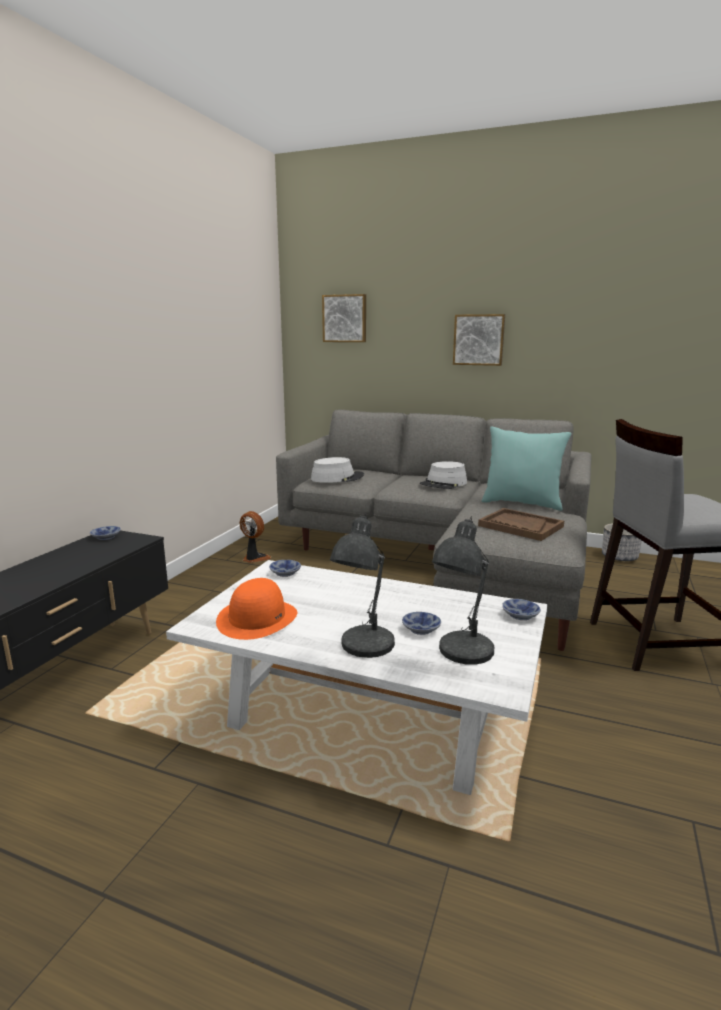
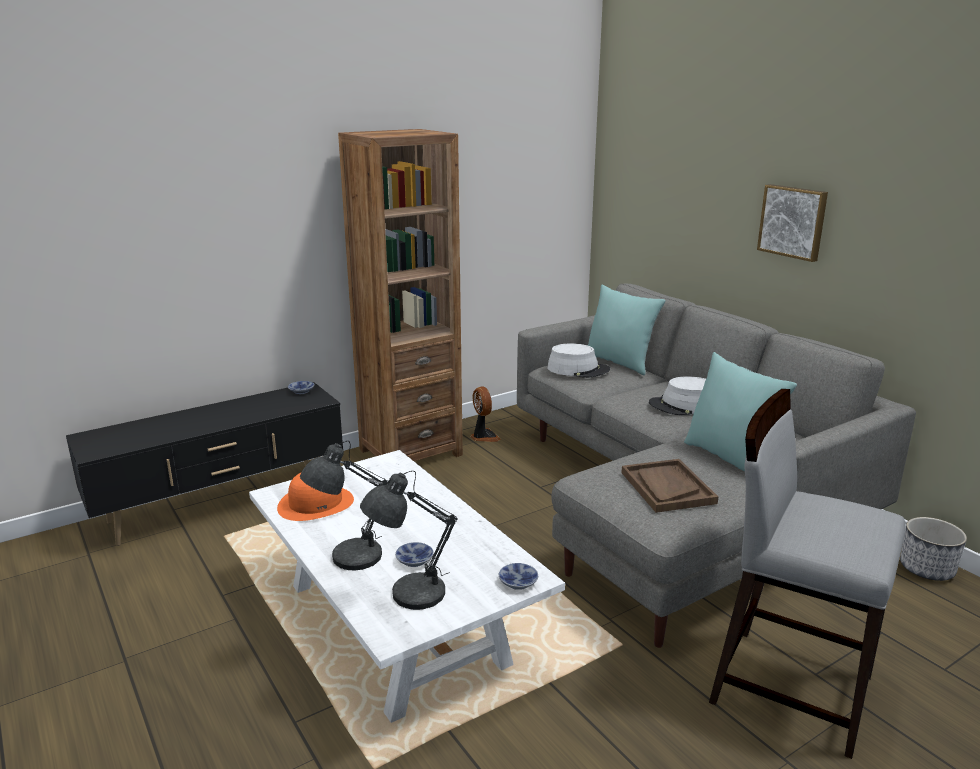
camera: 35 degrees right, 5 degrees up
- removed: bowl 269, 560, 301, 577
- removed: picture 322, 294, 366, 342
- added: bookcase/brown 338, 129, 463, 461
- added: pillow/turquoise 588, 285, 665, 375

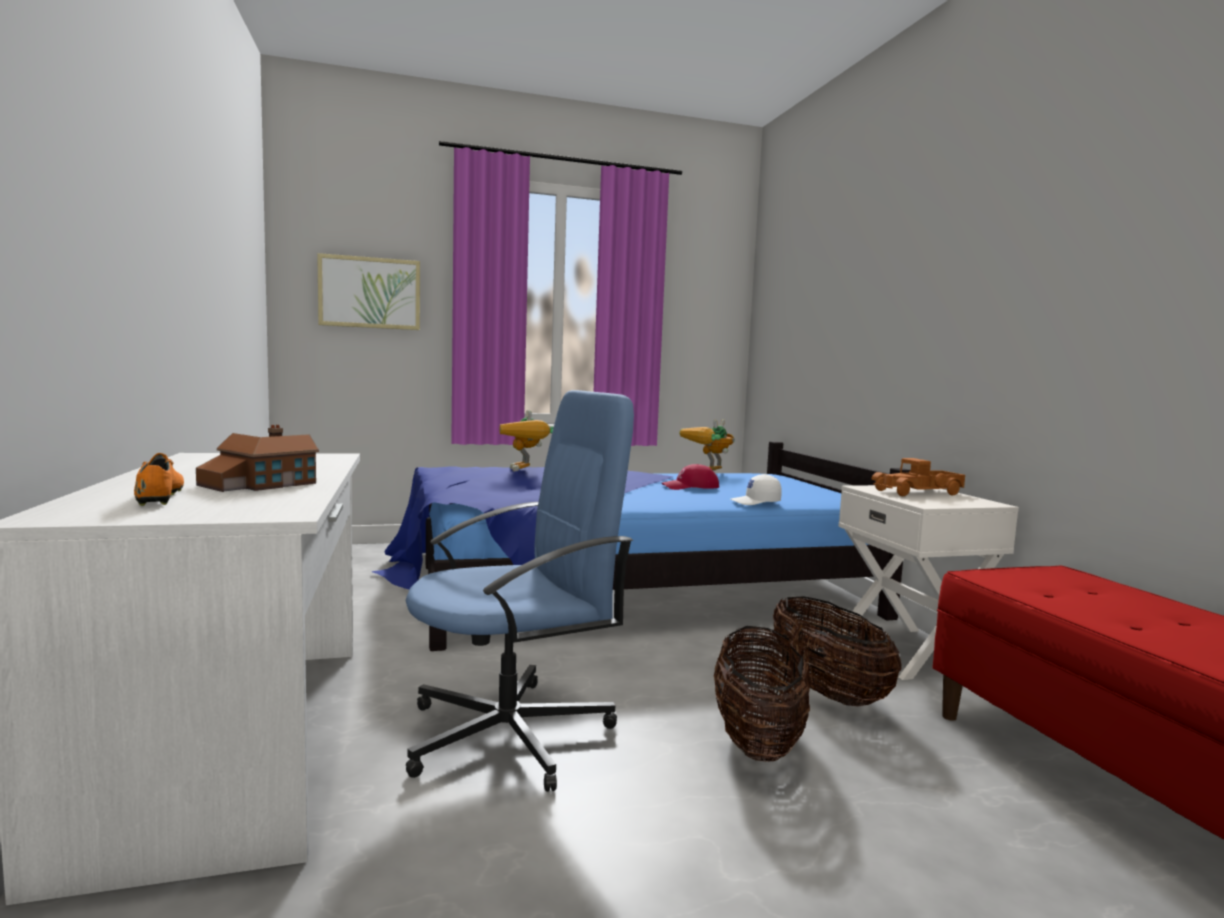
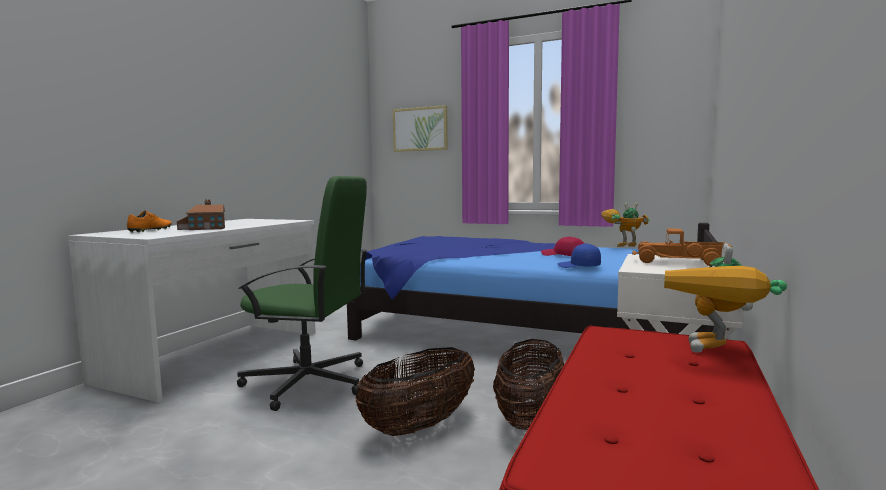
camera: 40 degrees right, 0 degrees up
- recoloured: office chair/blue 405, 390, 634, 792 to office chair/green 237, 176, 368, 411
- moved: toy robot 500, 410, 554, 472 to 664, 243, 787, 352
- recoloured: cap/white 731, 474, 782, 505 to cap/blue 557, 243, 601, 268

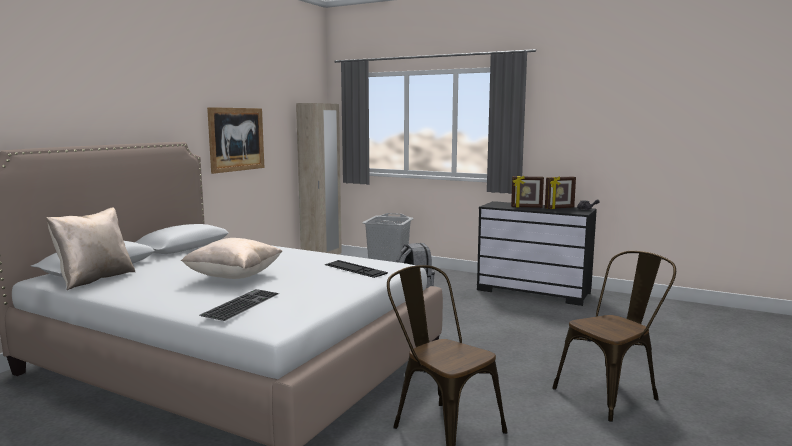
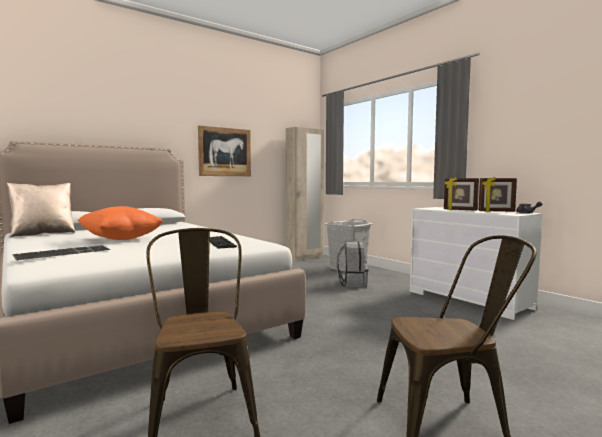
camera: 25 degrees right, 5 degrees down
- recoloured: pillow/beige 181, 238, 282, 279 to pillow/orange 77, 206, 163, 240
- recoloured: dresser/black 477, 201, 597, 306 to dresser/white 410, 207, 543, 320

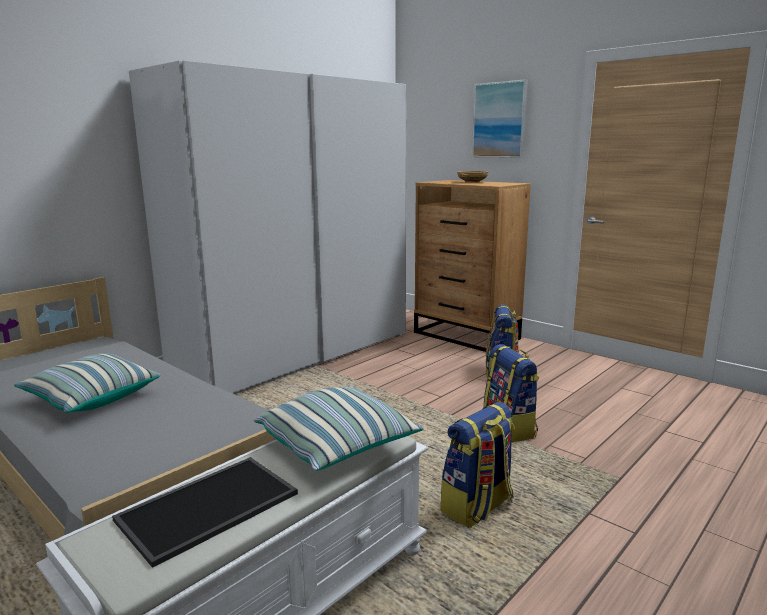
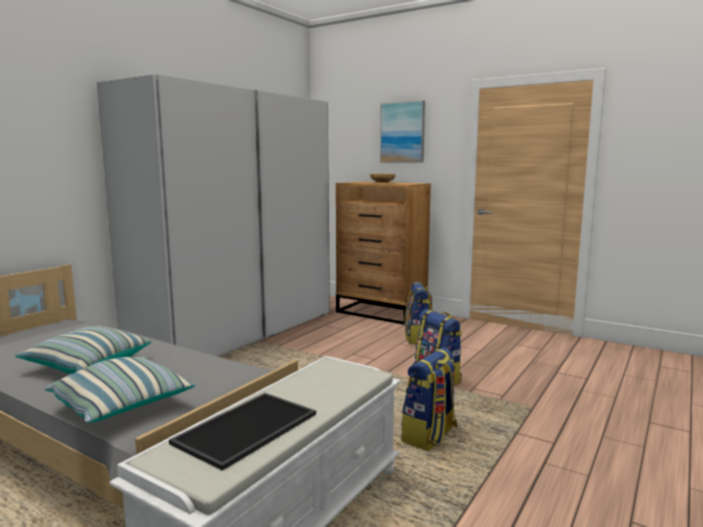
camera: 10 degrees left, 5 degrees down
- moved: pillow 254, 386, 424, 471 to 45, 357, 195, 423

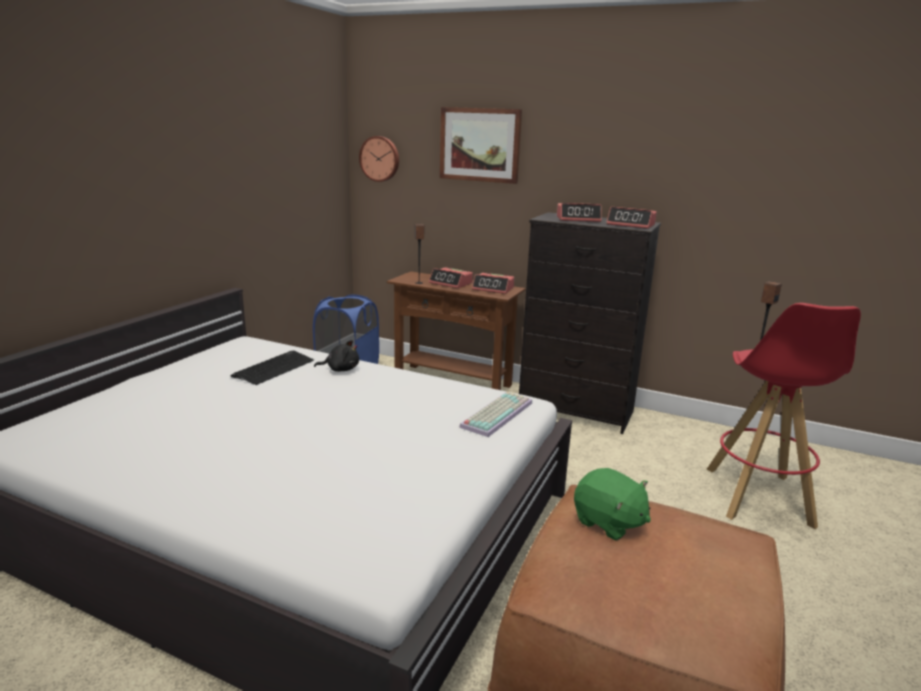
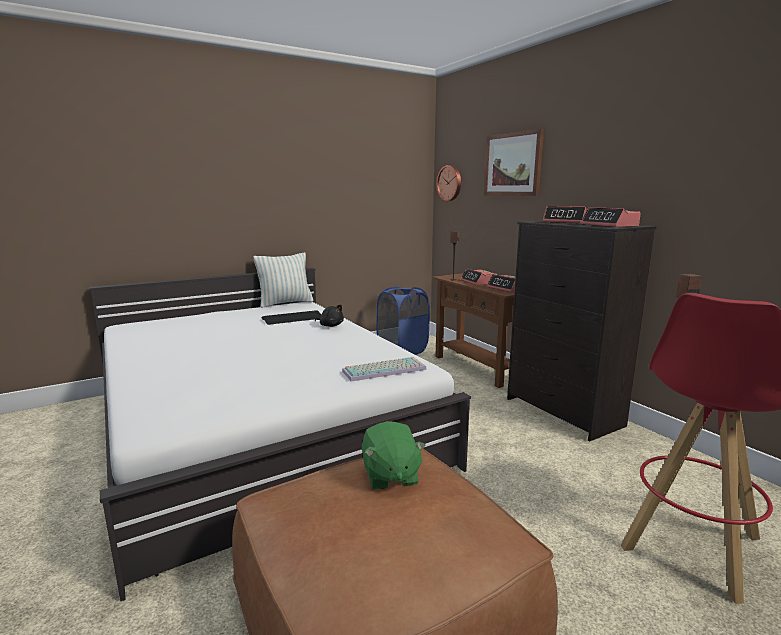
camera: 35 degrees right, 5 degrees down
- added: pillow 253, 253, 313, 308

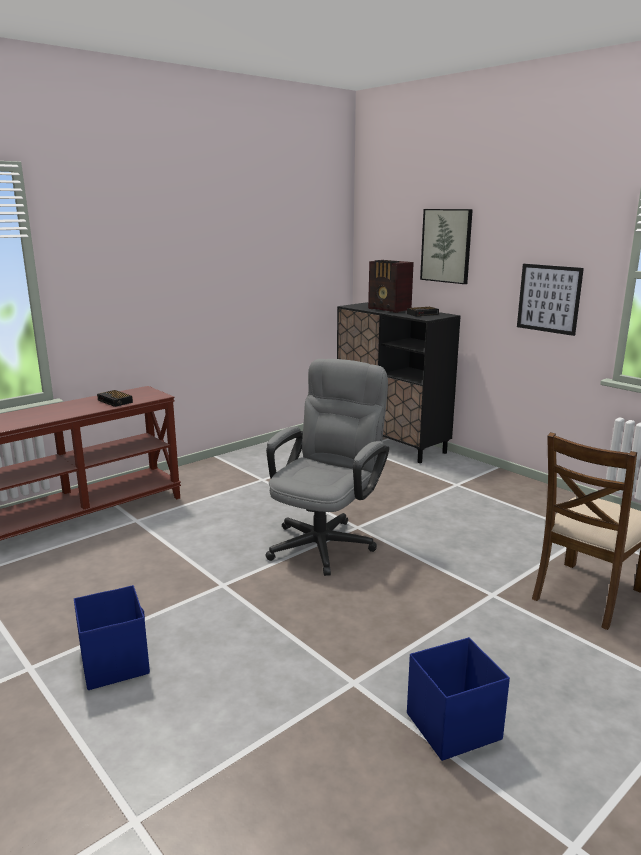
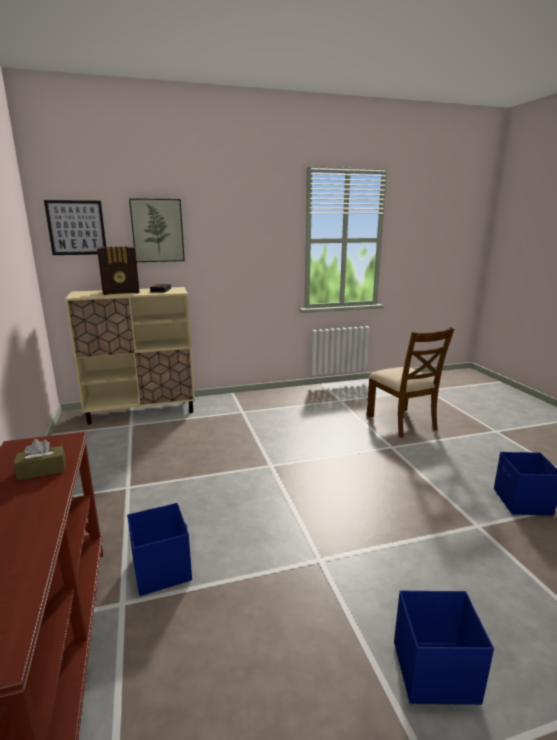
camera: 65 degrees left, 0 degrees up
- replaced: alarm clock 97, 390, 133, 407 to tissue box/brown 13, 439, 66, 481
- removed: office chair/grey 266, 359, 389, 576
- recoloured: cabinet/black 337, 302, 461, 463 to cabinet/beige 65, 287, 195, 425
- moved: picture 517, 264, 584, 336 to 44, 200, 106, 255
- added: storage box/blue 127, 503, 192, 596

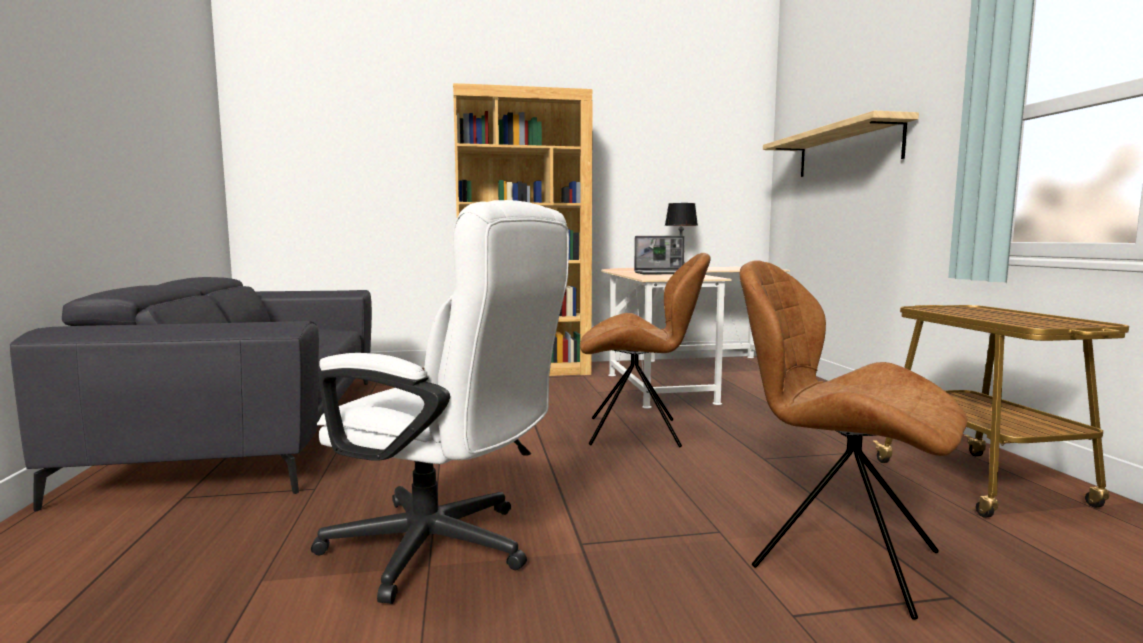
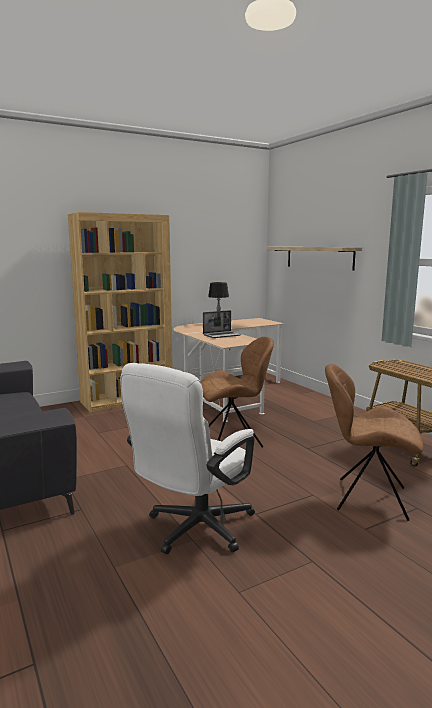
camera: 20 degrees left, 5 degrees up
- turned: office chair/white 311, 200, 569, 604 = 120, 363, 255, 554 120 degrees clockwise

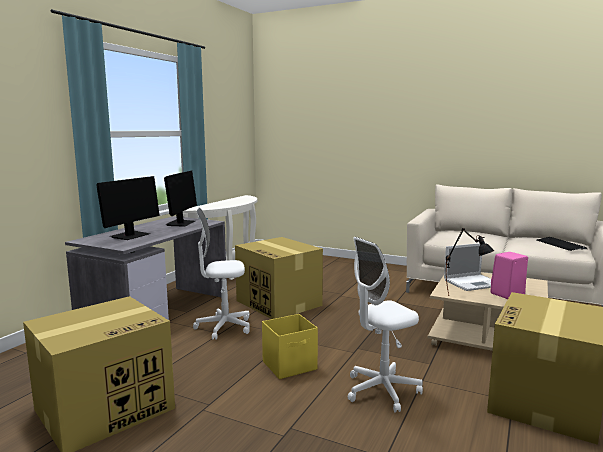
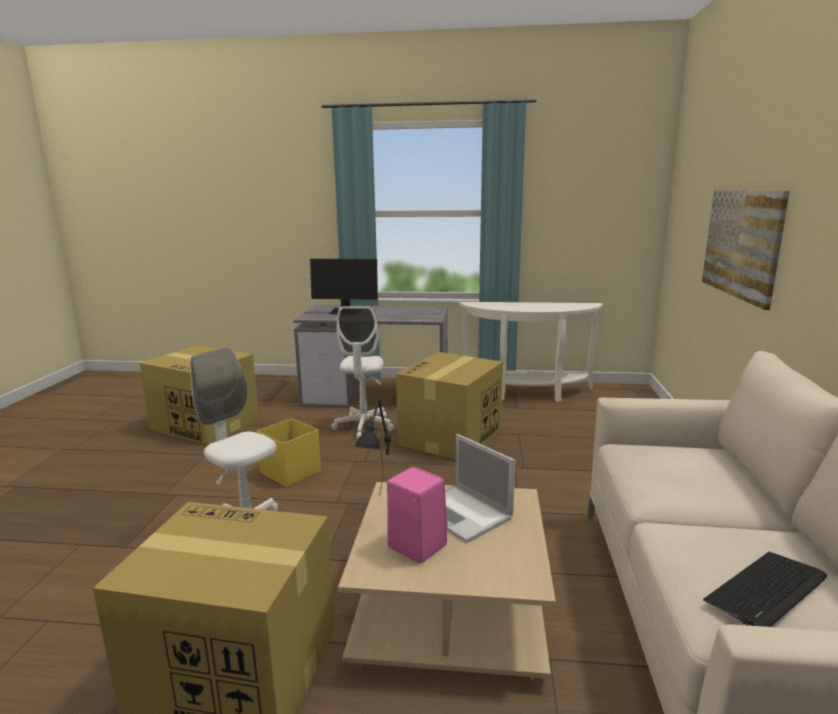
camera: 70 degrees right, 5 degrees up
- removed: monitor 164, 171, 197, 227
- turned: office chair/white 193, 208, 250, 340 = 332, 306, 394, 439 150 degrees counterclockwise
- added: picture 702, 189, 790, 310

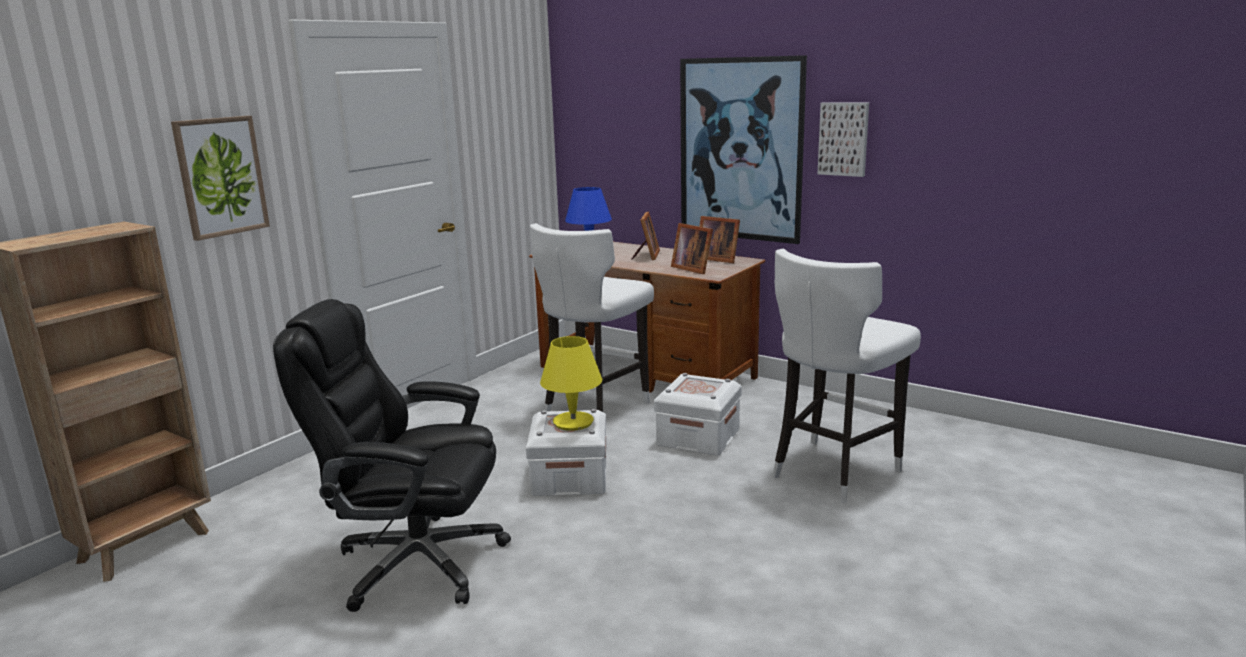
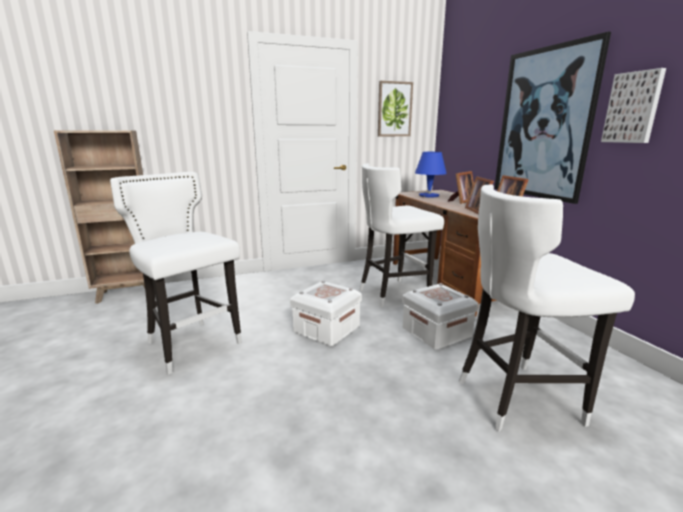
camera: 35 degrees right, 0 degrees up
- moved: picture 171, 116, 270, 241 to 378, 81, 413, 136
- replaced: office chair/black 273, 299, 511, 612 to stool/white 110, 172, 242, 375
- removed: table lamp/yellow 540, 336, 602, 431

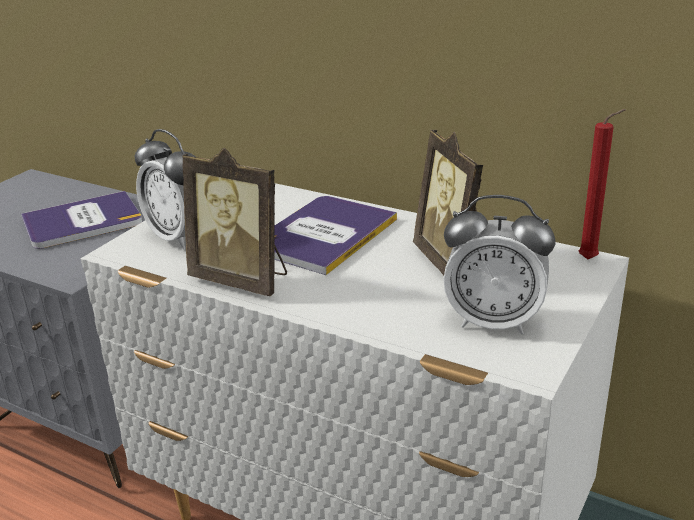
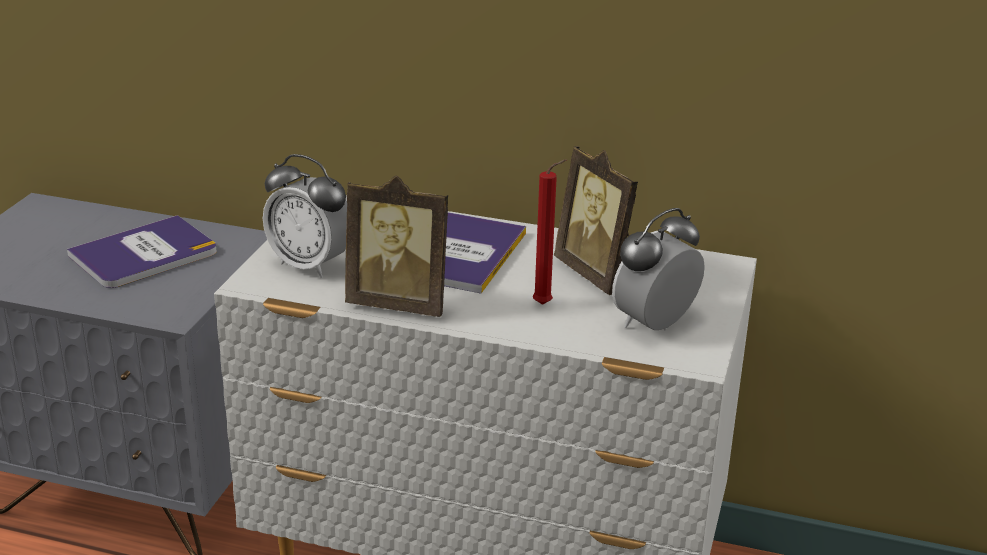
camera: 15 degrees left, 0 degrees up
- turned: alarm clock 443, 195, 555, 335 = 612, 208, 705, 330 135 degrees clockwise
- moved: candle/red 579, 109, 626, 259 to 533, 159, 566, 305

